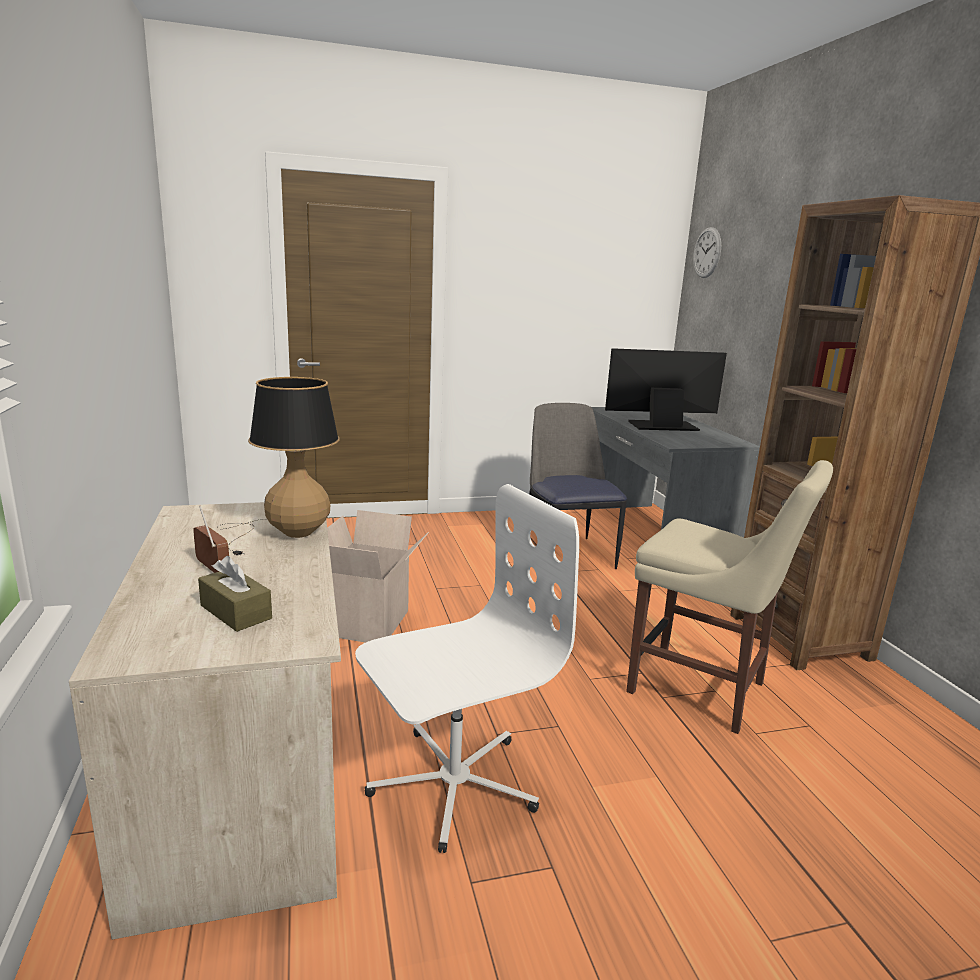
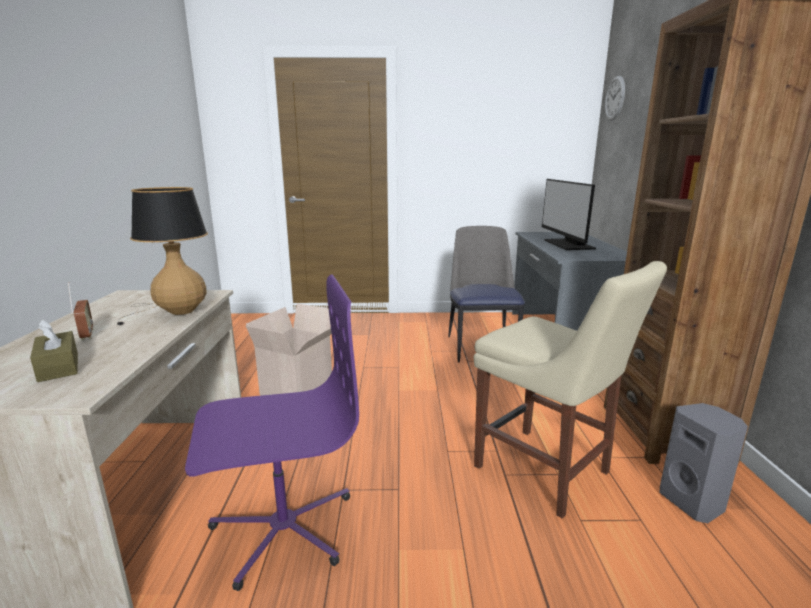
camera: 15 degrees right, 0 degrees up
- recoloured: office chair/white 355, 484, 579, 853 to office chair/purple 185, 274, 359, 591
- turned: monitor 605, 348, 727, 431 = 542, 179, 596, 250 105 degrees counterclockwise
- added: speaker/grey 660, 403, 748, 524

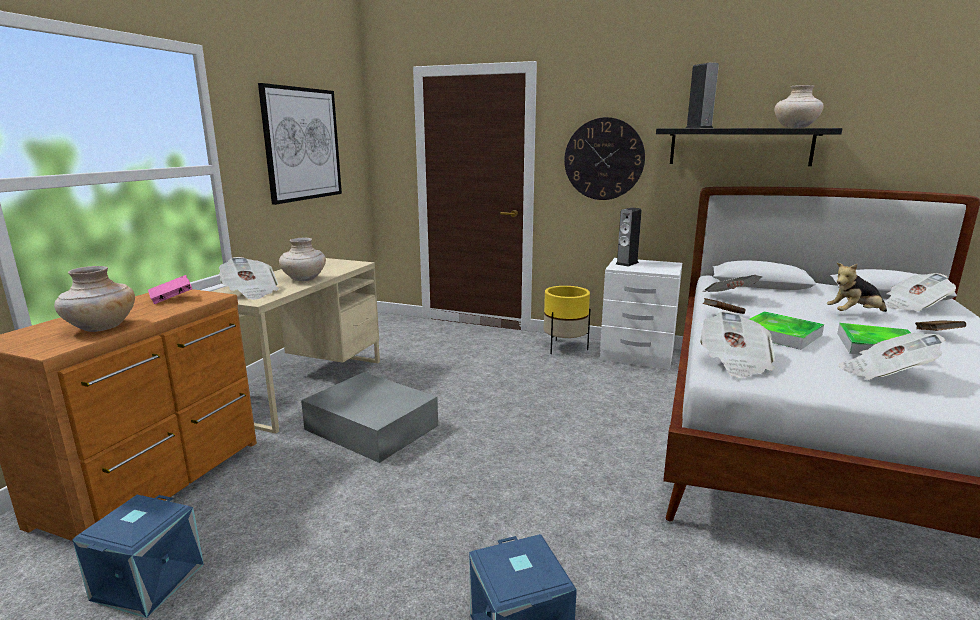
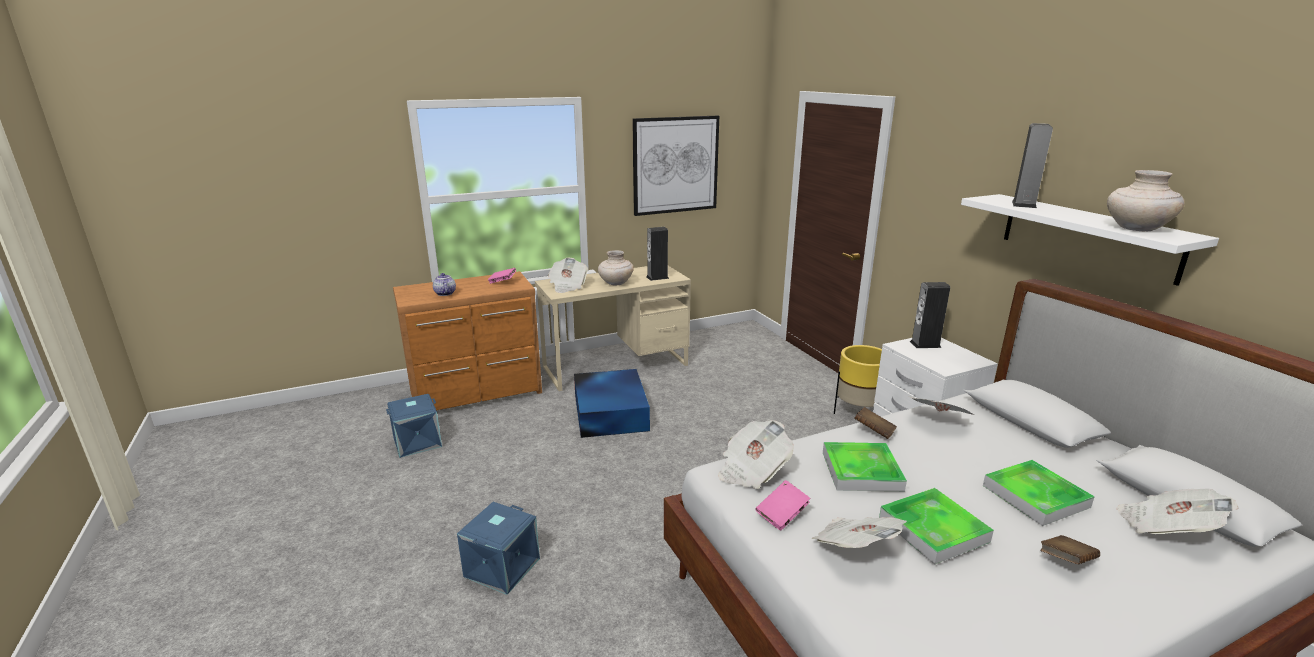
camera: 45 degrees right, 5 degrees up
- replaced: vase/beige 54, 266, 135, 332 to teapot 433, 273, 456, 296
- recoloured: storage box/grey 301, 372, 438, 463 to storage box/blue 574, 369, 650, 438
- removed: wall clock 564, 117, 645, 200
- recoloured: shelf/black 656, 128, 843, 166 to shelf/white 961, 194, 1219, 286
- replaced: plush toy 827, 263, 887, 312 to tray 983, 460, 1095, 526
- added: speaker 646, 227, 669, 281
- added: book/pink 756, 480, 811, 530

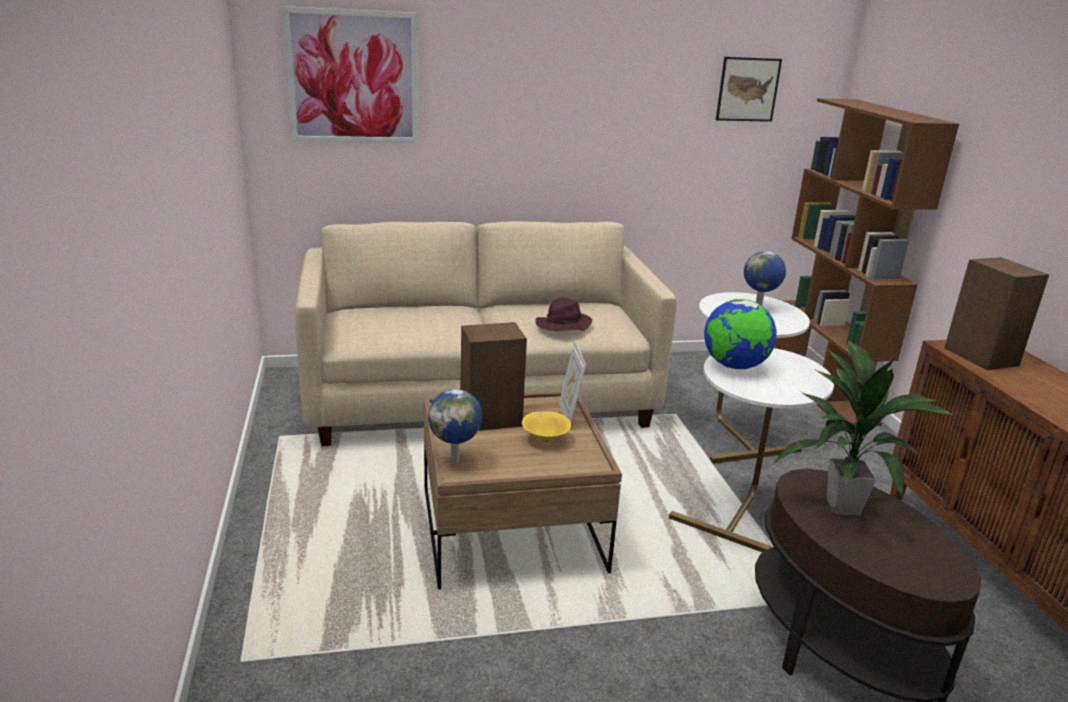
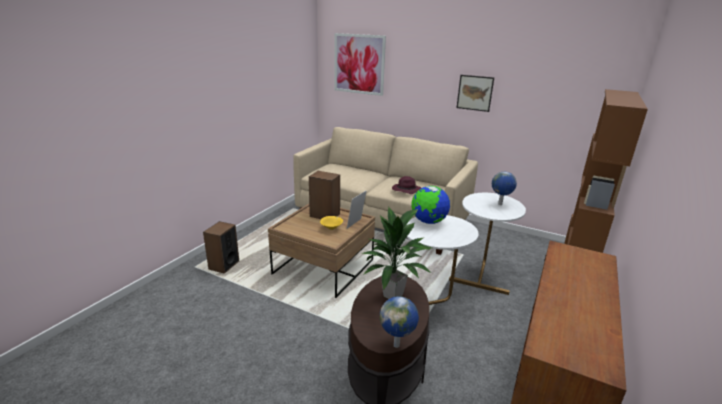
camera: 40 degrees right, 0 degrees up
- moved: globe 428, 389, 483, 464 to 380, 296, 419, 348
- moved: picture 716, 57, 782, 122 to 457, 75, 494, 112
- moved: speaker 944, 257, 1049, 370 to 203, 221, 239, 274

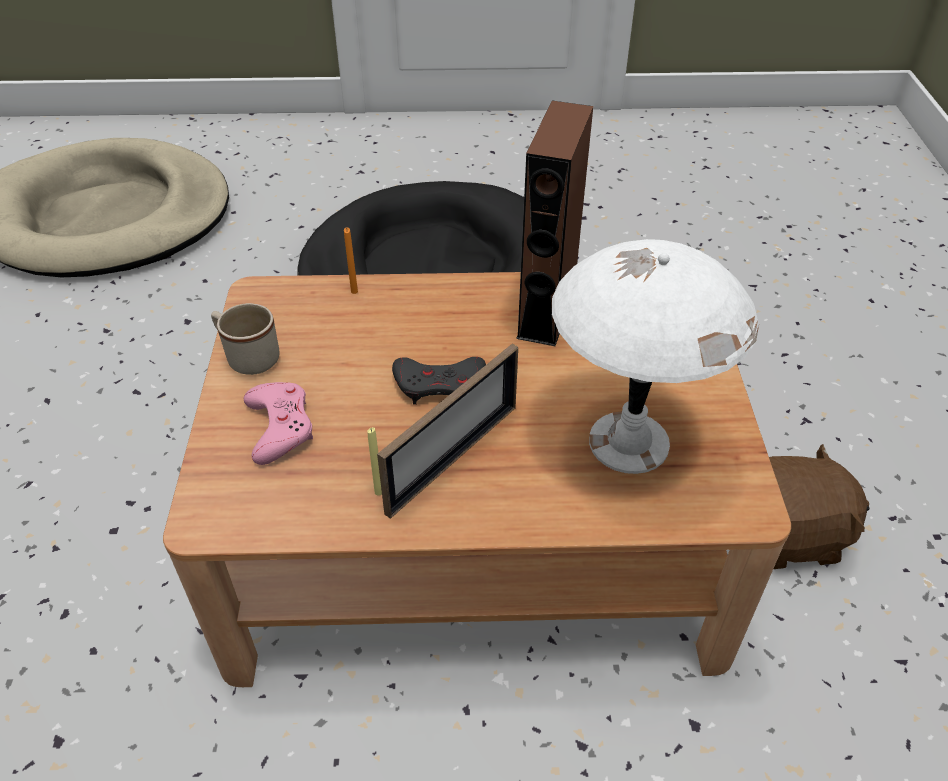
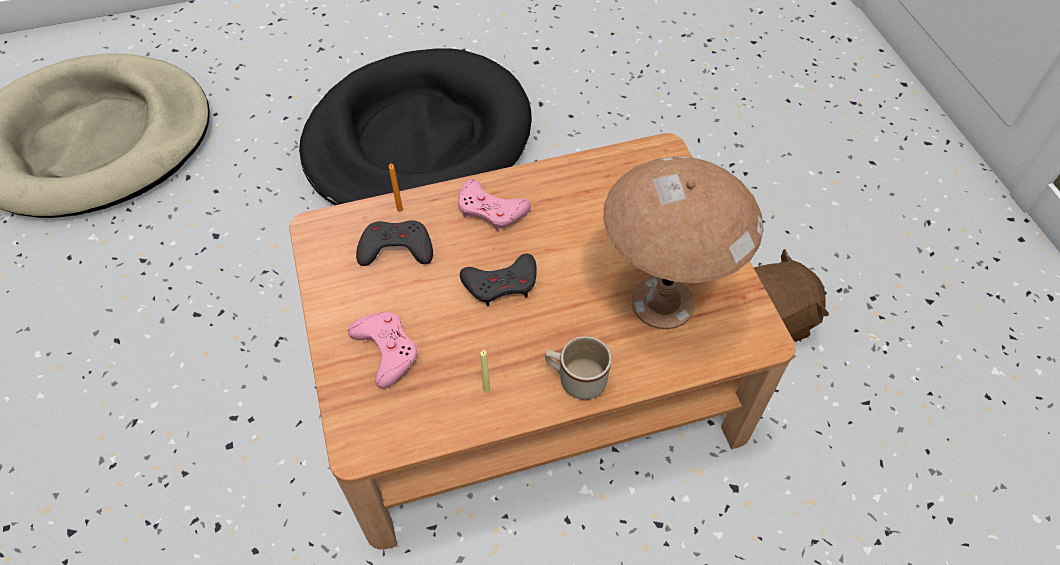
camera: 15 degrees left, 10 degrees up
- moved: mug/beige 211, 303, 279, 375 to 545, 336, 612, 400
- removed: picture frame 377, 344, 518, 518
- removed: speaker/brown 516, 101, 593, 346
- recoloured: table lamp/white 552, 239, 759, 474 to table lamp/brown 603, 156, 764, 330
- added: game controller/grey 356, 220, 433, 266
- added: game controller/pink 458, 179, 531, 231

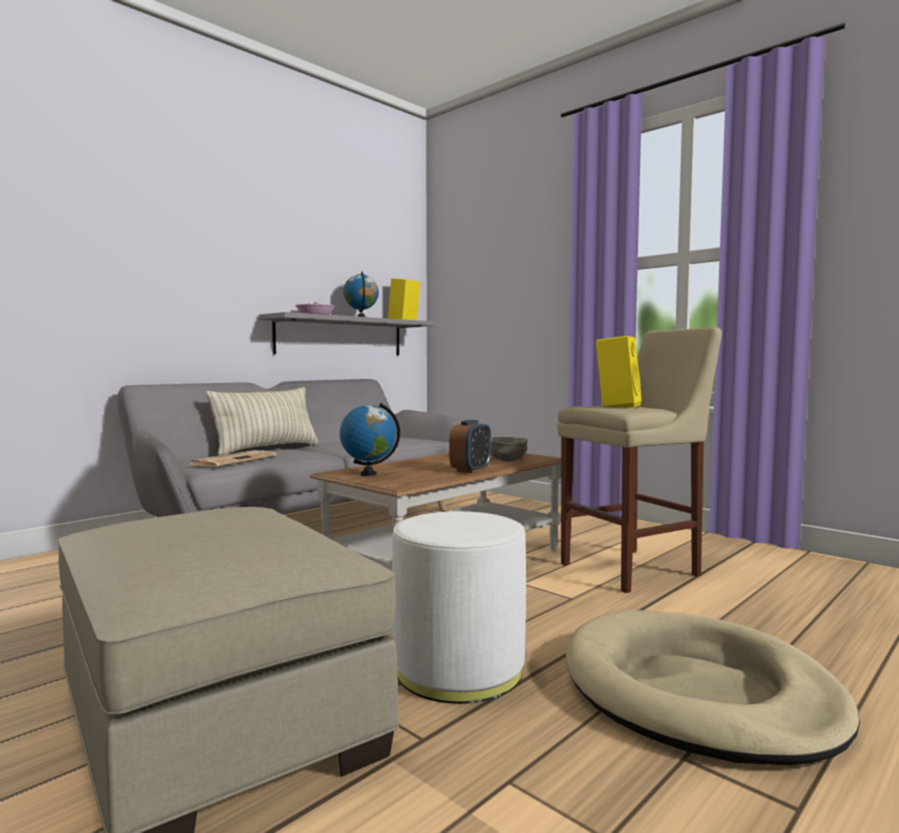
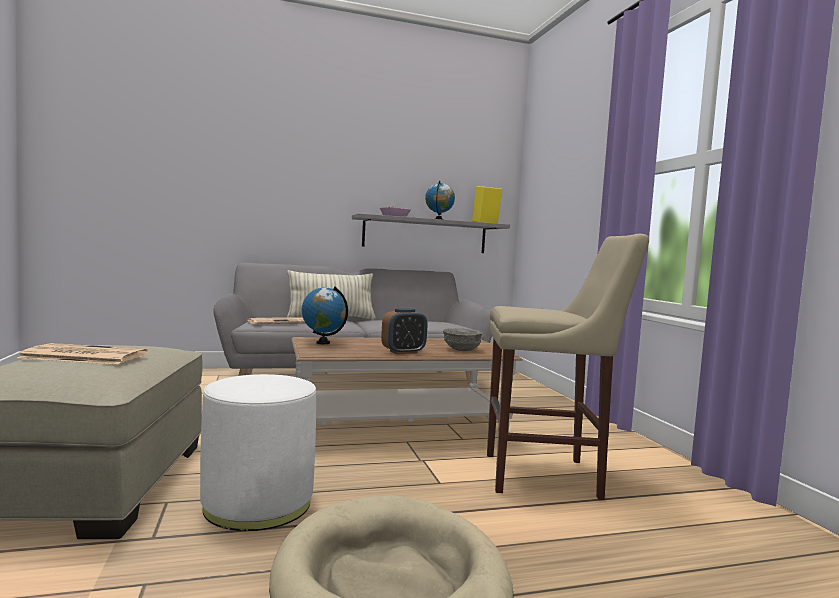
camera: 30 degrees right, 0 degrees up
- removed: speaker/yellow 596, 336, 642, 408
- added: newspaper 17, 343, 148, 364

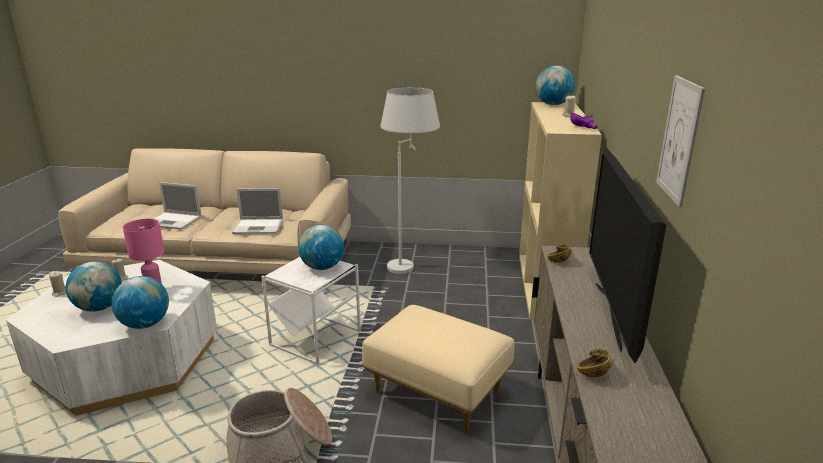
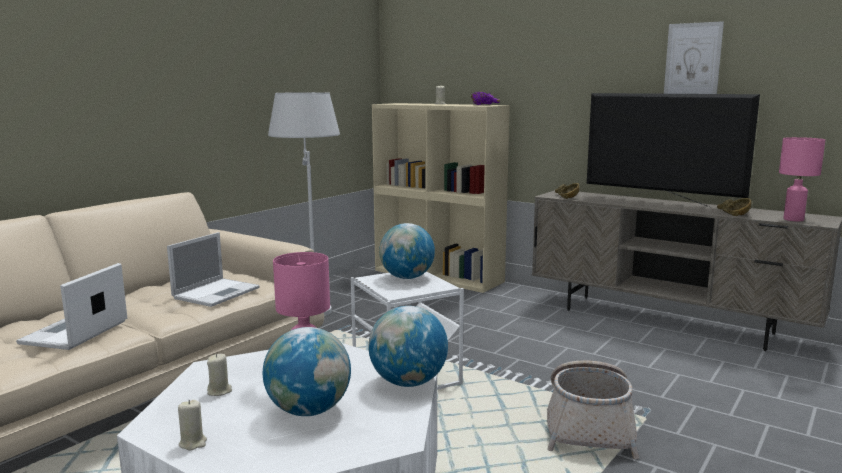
camera: 60 degrees left, 10 degrees down
- turned: laptop 153, 182, 201, 230 = 16, 263, 127, 350 150 degrees clockwise
- removed: ottoman/beige 362, 305, 515, 432
- removed: globe 535, 66, 575, 105
- added: table lamp/pink 779, 137, 825, 221

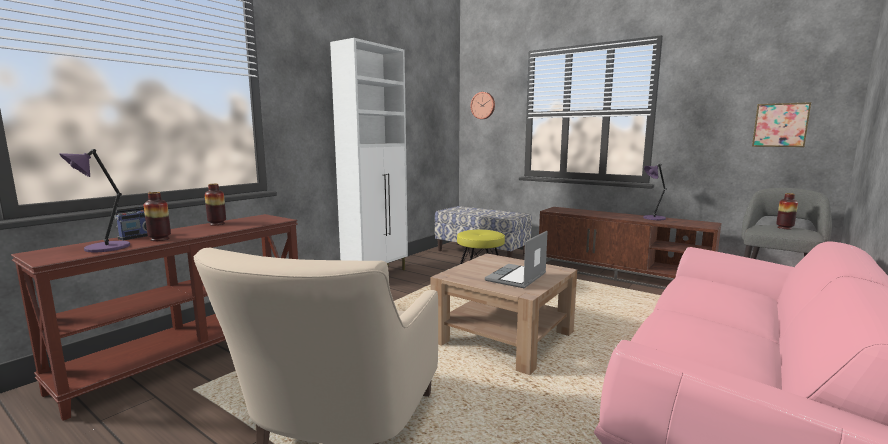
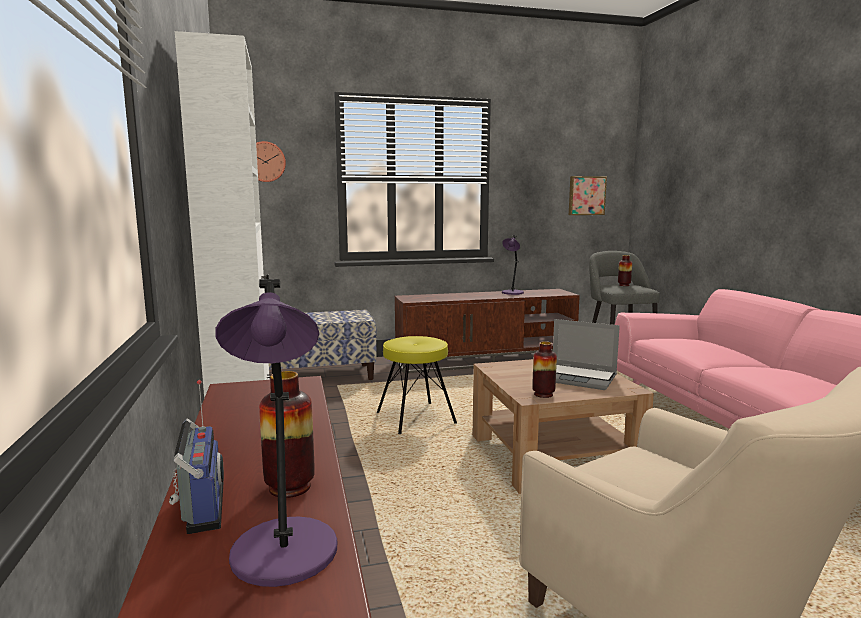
camera: 50 degrees left, 0 degrees up
- moved: vase 205, 184, 226, 225 to 532, 341, 557, 398
- turned: laptop 485, 231, 548, 288 = 553, 319, 620, 390 45 degrees counterclockwise

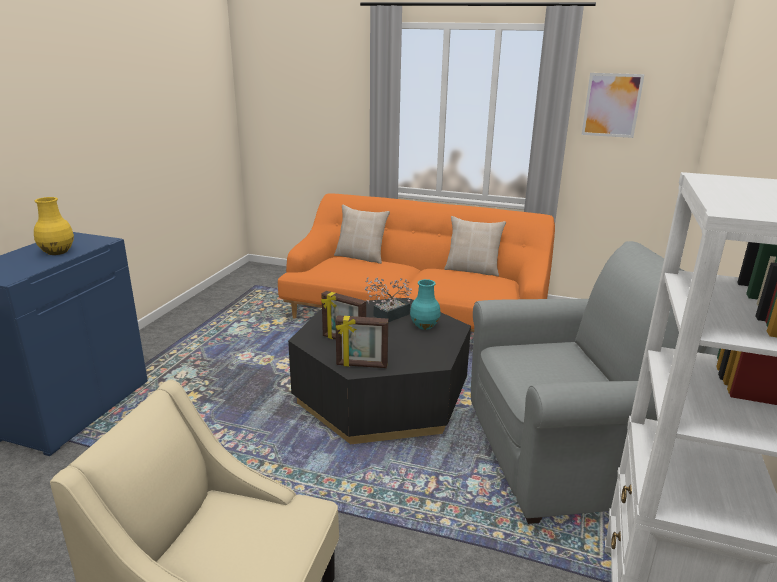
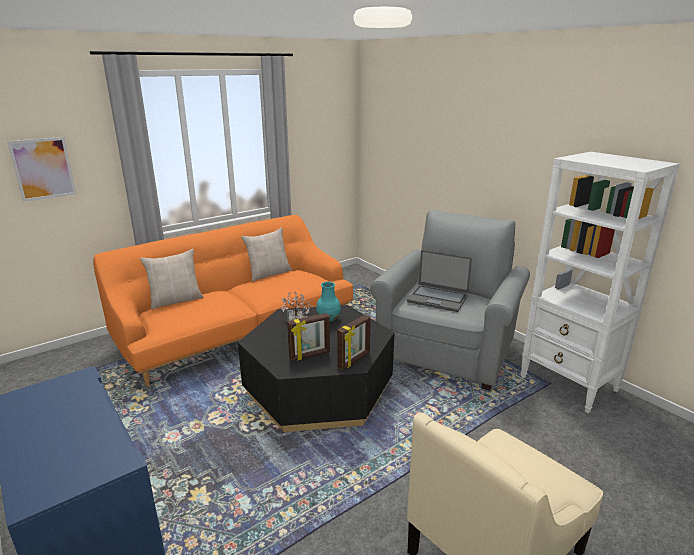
camera: 55 degrees left, 0 degrees up
- removed: vase/yellow 34, 197, 74, 255
- moved: picture 582, 73, 645, 138 to 7, 137, 77, 202
- added: laptop 407, 250, 472, 312

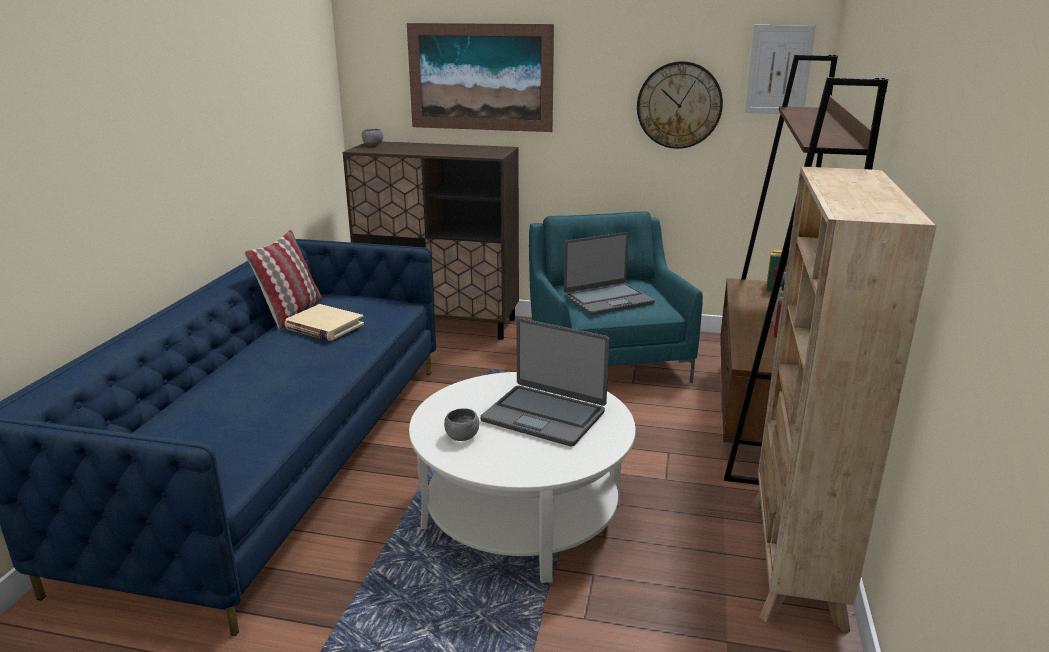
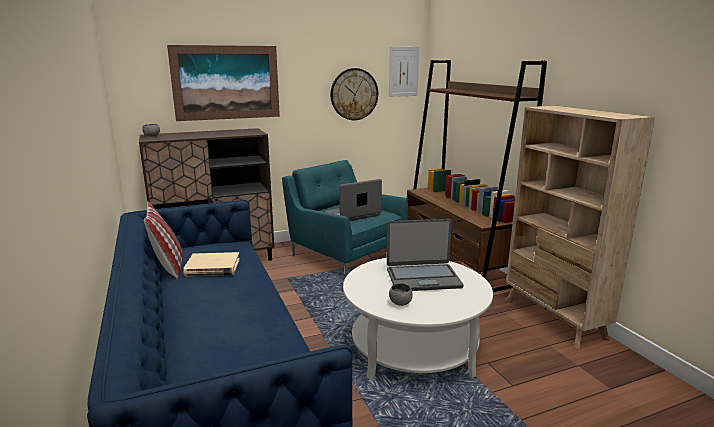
camera: 35 degrees left, 5 degrees down
- turned: laptop 564, 232, 655, 315 = 324, 179, 382, 221 150 degrees counterclockwise

